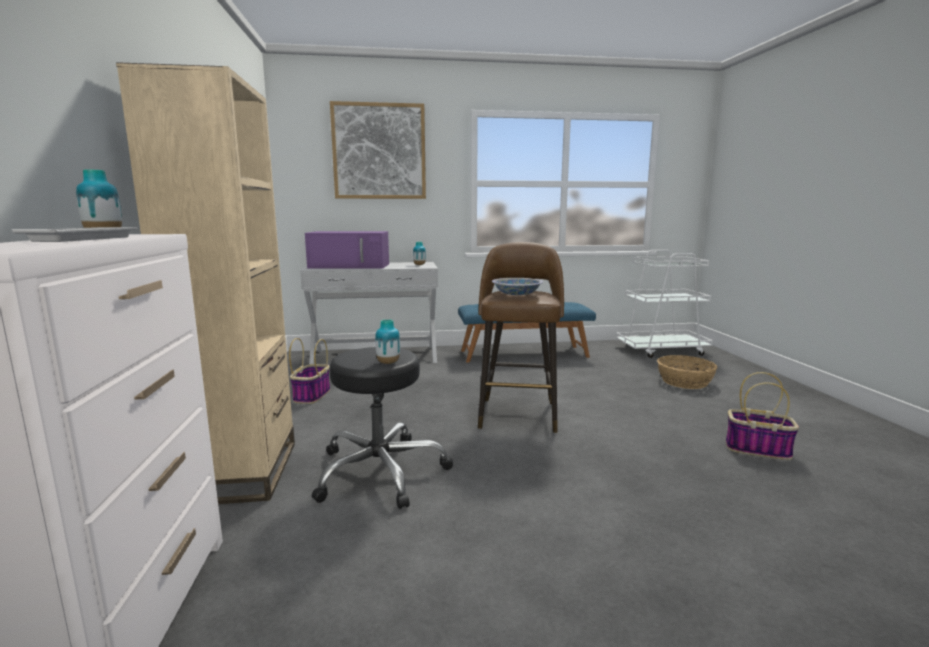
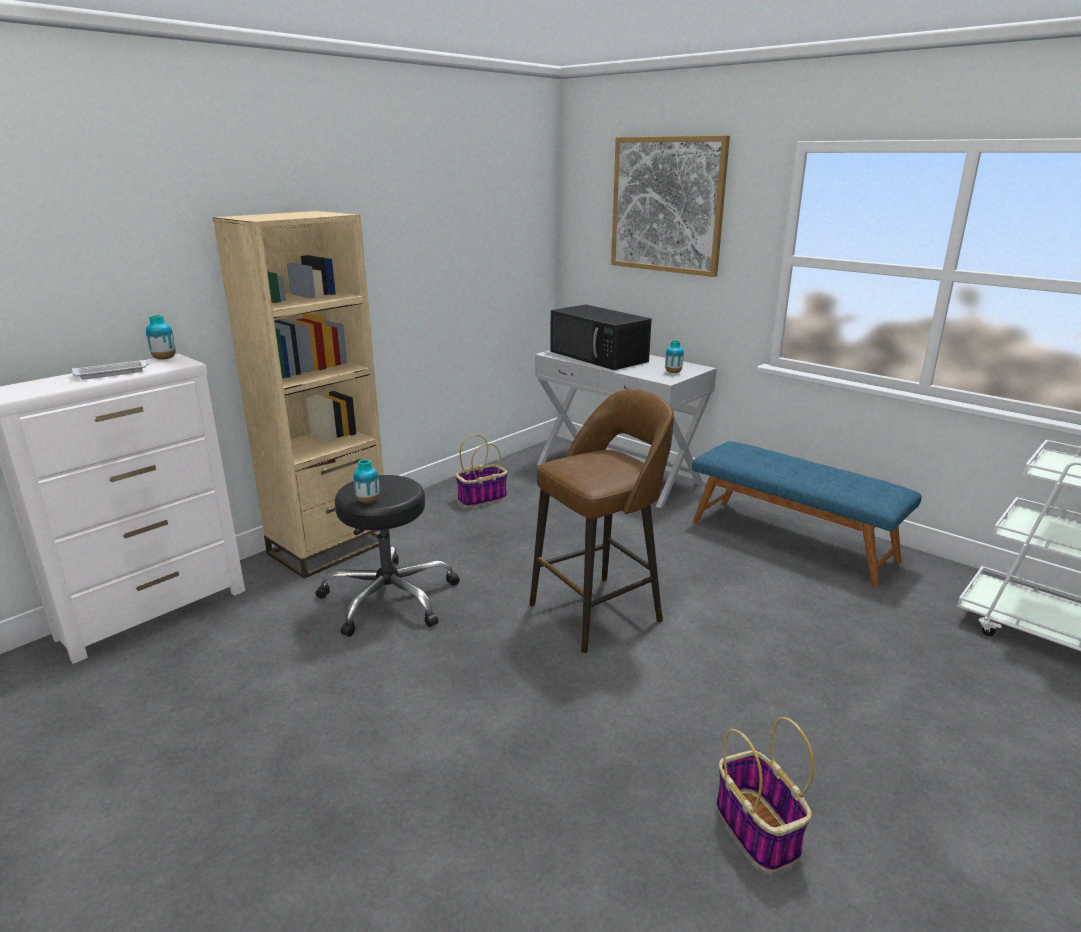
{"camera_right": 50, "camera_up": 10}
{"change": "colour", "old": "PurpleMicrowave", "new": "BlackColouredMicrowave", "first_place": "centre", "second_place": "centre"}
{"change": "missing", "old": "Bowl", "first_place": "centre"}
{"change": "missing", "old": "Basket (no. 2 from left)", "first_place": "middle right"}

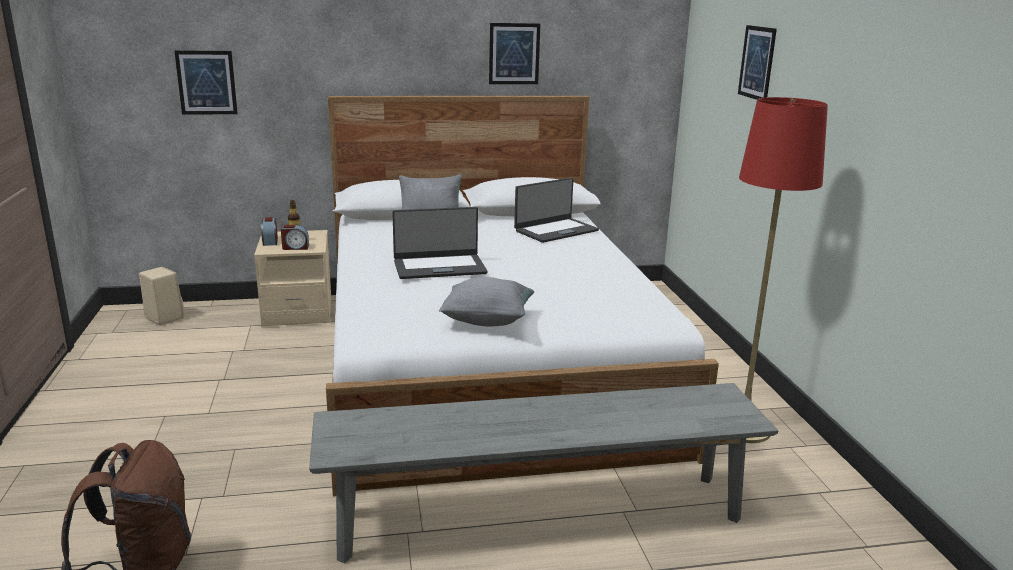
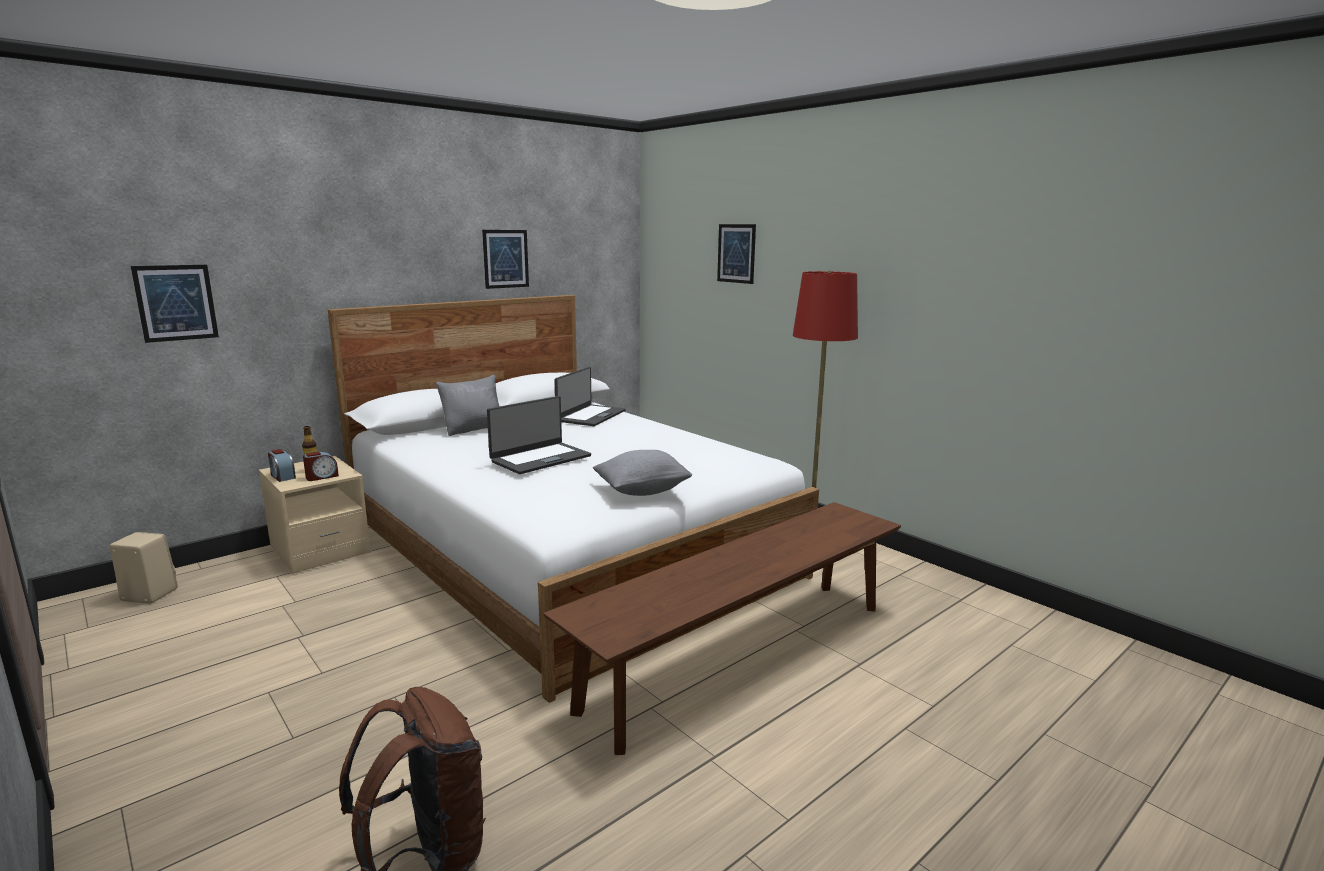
{"camera_right": -30, "camera_up": -5}
{"change": "colour", "old": "GrayBench", "new": "BrownBench", "first_place": "bottom centre", "second_place": "bottom centre"}

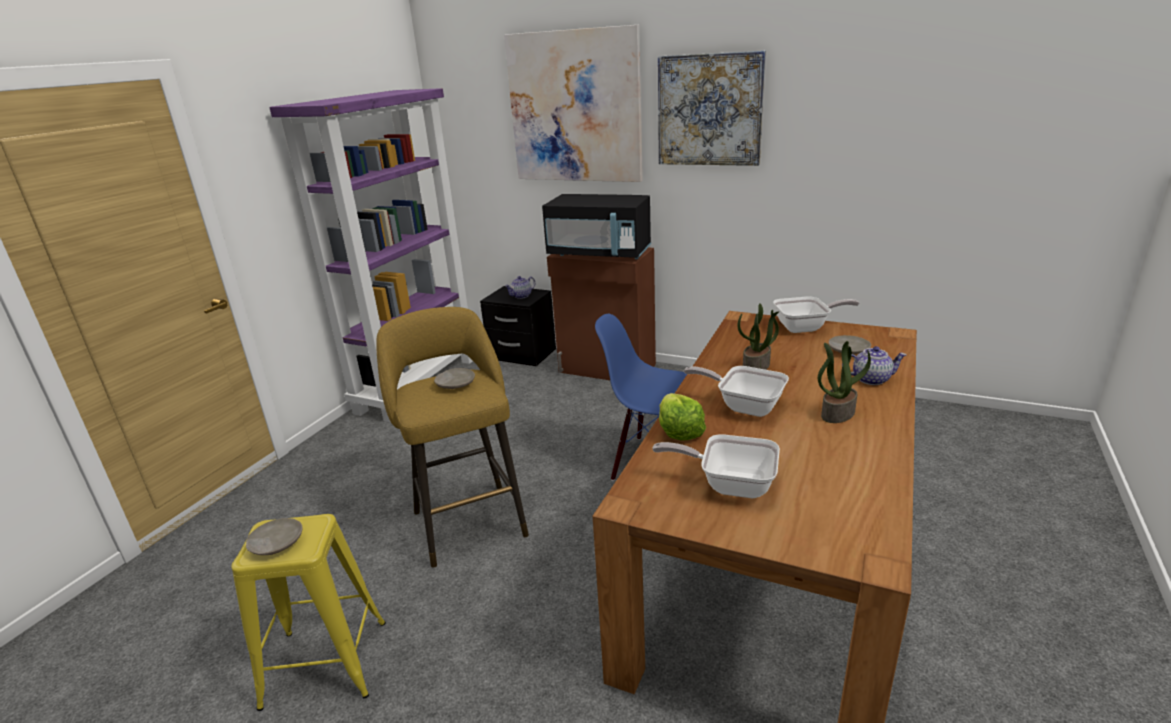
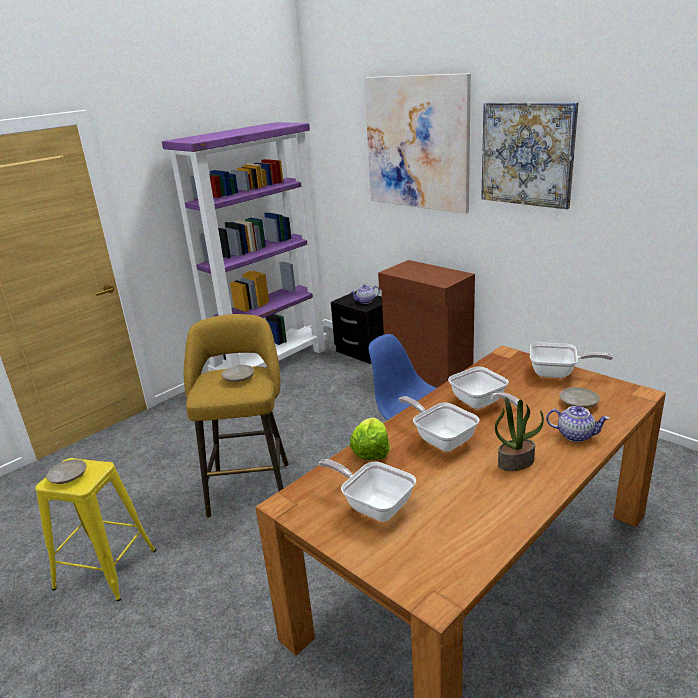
{"camera_right": 20, "camera_up": 0}
{"change": "missing", "old": "BlackColouredMicrowave", "first_place": "top centre"}
{"change": "exchanged", "old": "PottedPlant (no. 1 from left)", "new": "Skillet (no. 3 from left)", "first_place": "centre", "second_place": "middle right"}

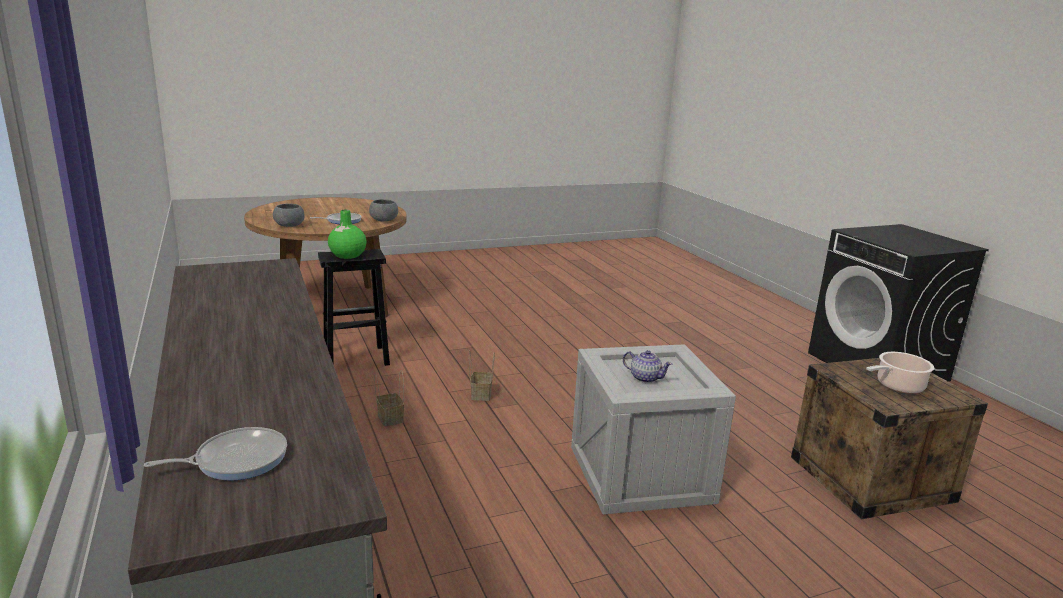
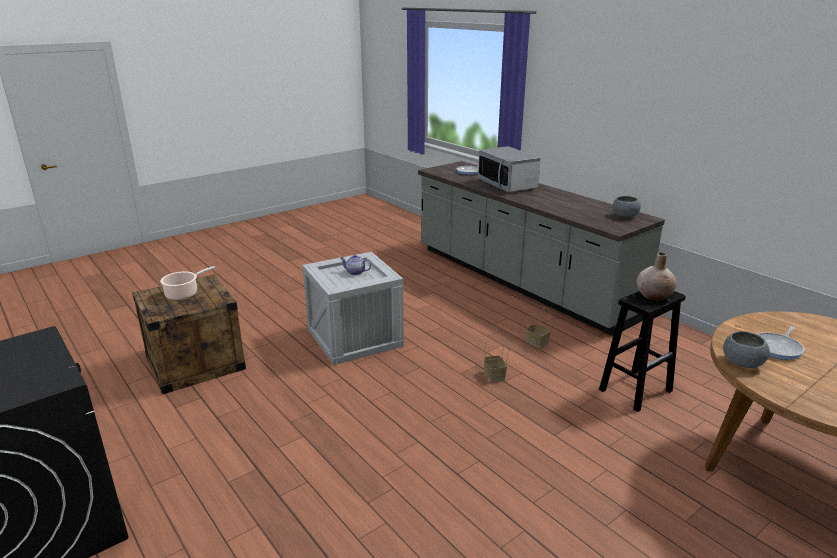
{"camera_right": 165, "camera_up": 5}
{"change": "relocated", "old": "GrayBowl (no. 1 from left)", "first_place": "middle left", "second_place": "middle right"}
{"change": "colour", "old": "GreenColouredVase", "new": "BeigeVase", "first_place": "middle left", "second_place": "middle right"}
{"change": "appeared", "new": "Microwave", "second_place": "top centre"}

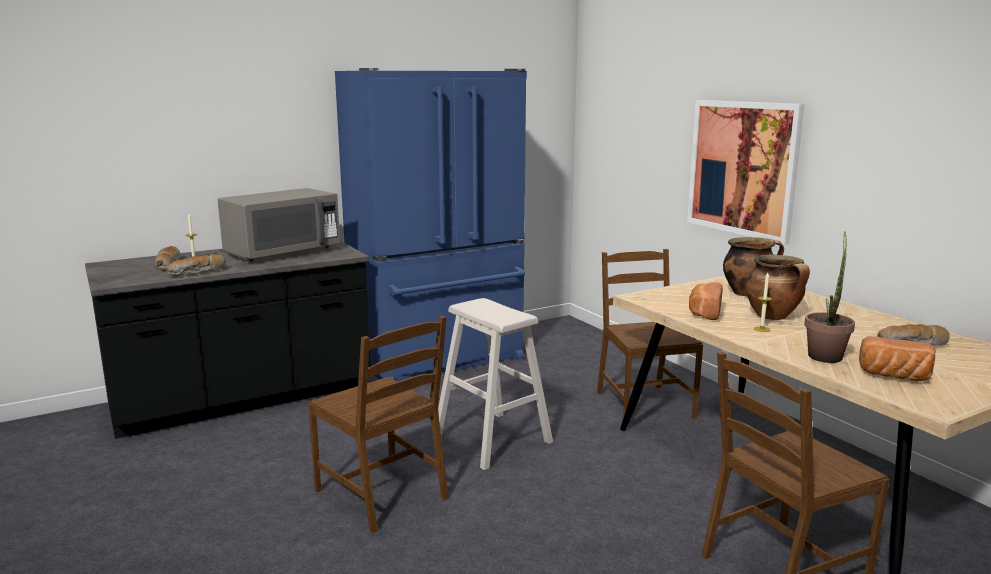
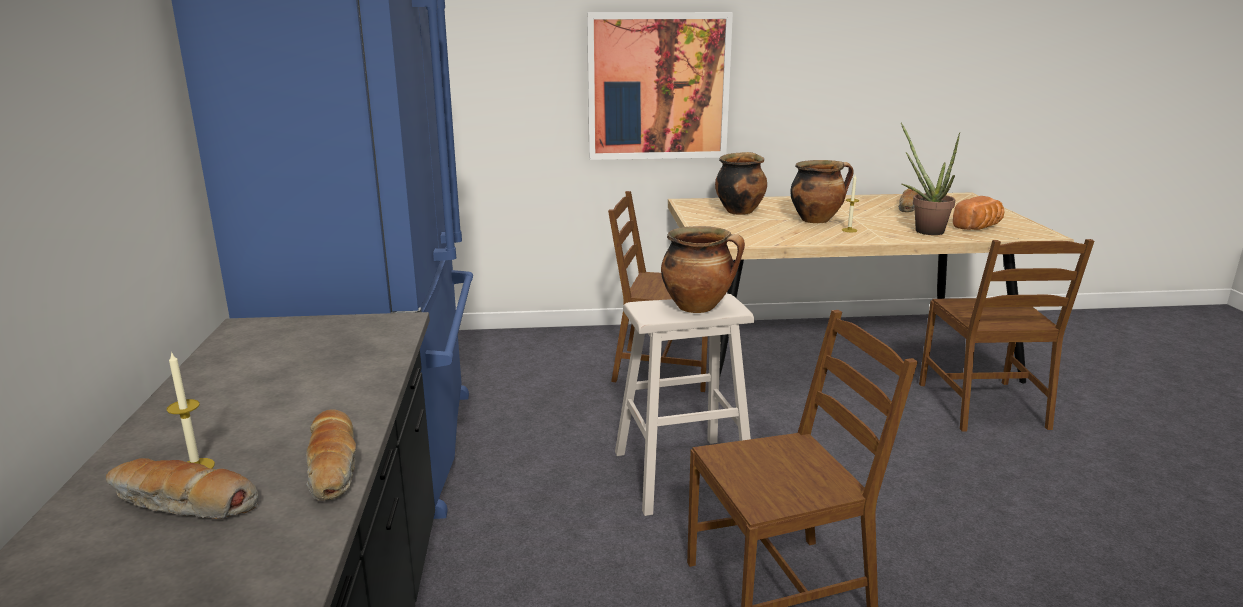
{"camera_right": -65, "camera_up": 5}
{"change": "missing", "old": "GrayMicrowave", "first_place": "middle left"}
{"change": "missing", "old": "BakeryBread (no. 3 from left)", "first_place": "middle right"}
{"change": "appeared", "new": "Saucepot (no. 1 from left)", "second_place": "centre"}

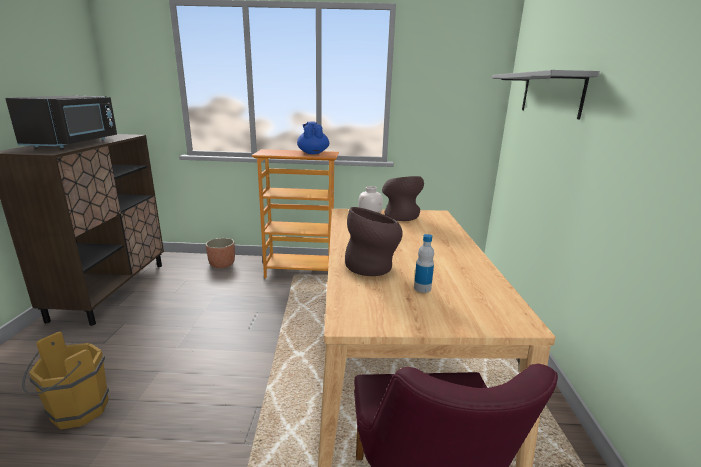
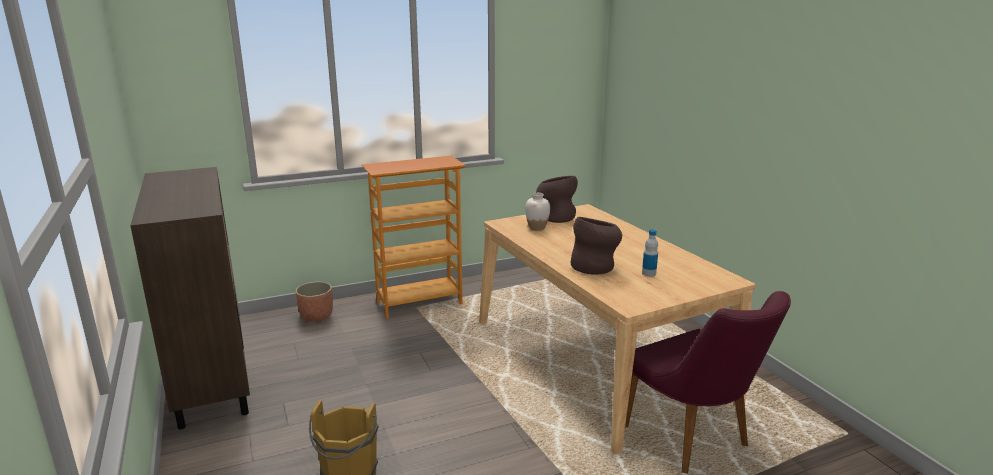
{"camera_right": -25, "camera_up": 0}
{"change": "missing", "old": "BlackColouredMicrowave", "first_place": "top left"}
{"change": "missing", "old": "BlueColouredTeaPot", "first_place": "top centre"}
{"change": "missing", "old": "GrayWallShelf", "first_place": "top right"}

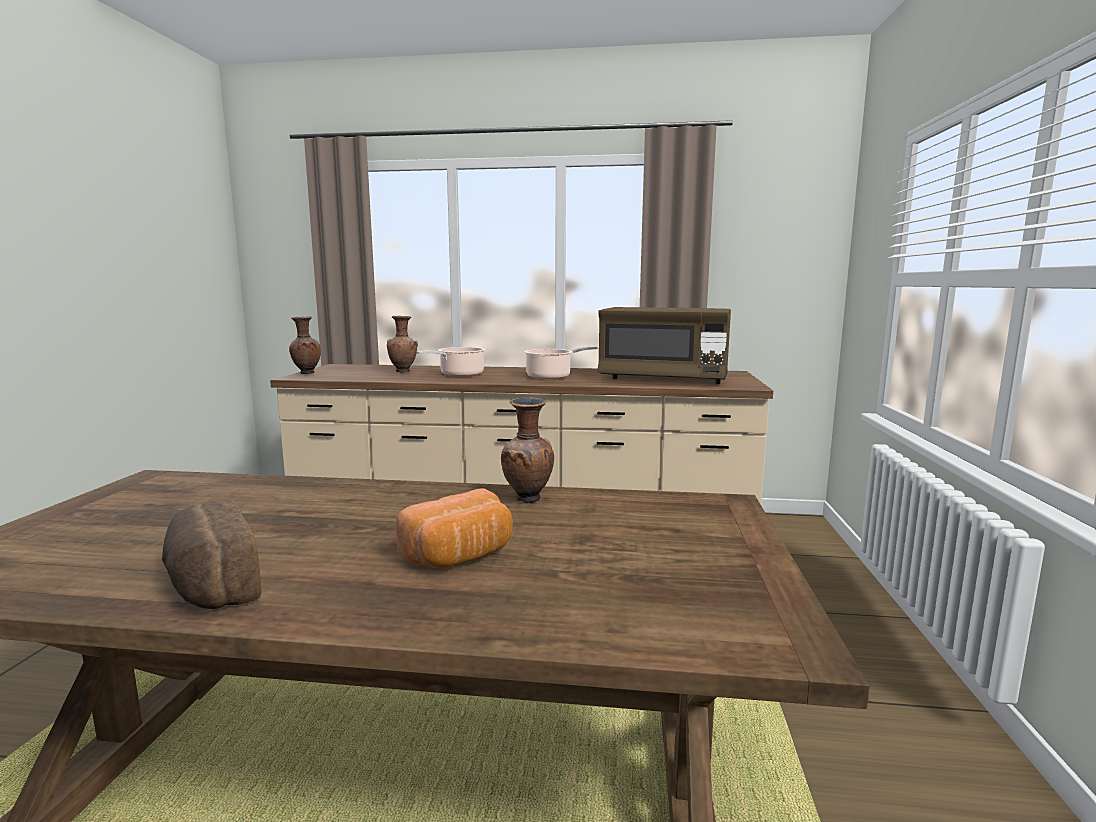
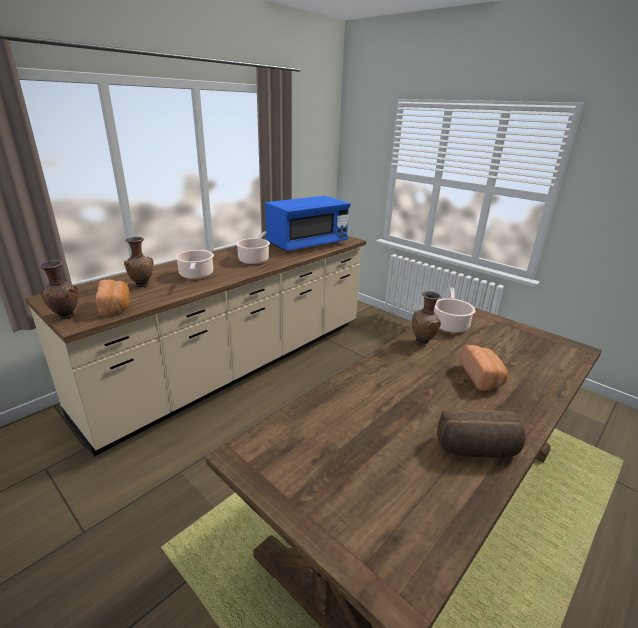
{"camera_right": -55, "camera_up": 15}
{"change": "colour", "old": "BrownMicrowave", "new": "BlueColouredMicrowave", "first_place": "centre", "second_place": "centre"}
{"change": "appeared", "new": "BakeryBread (no. 1 from left)", "second_place": "middle left"}
{"change": "appeared", "new": "Saucepot (no. 3 from left)", "second_place": "middle right"}

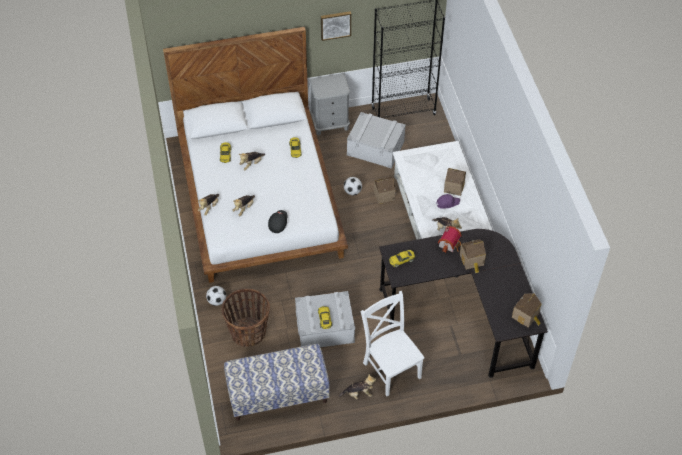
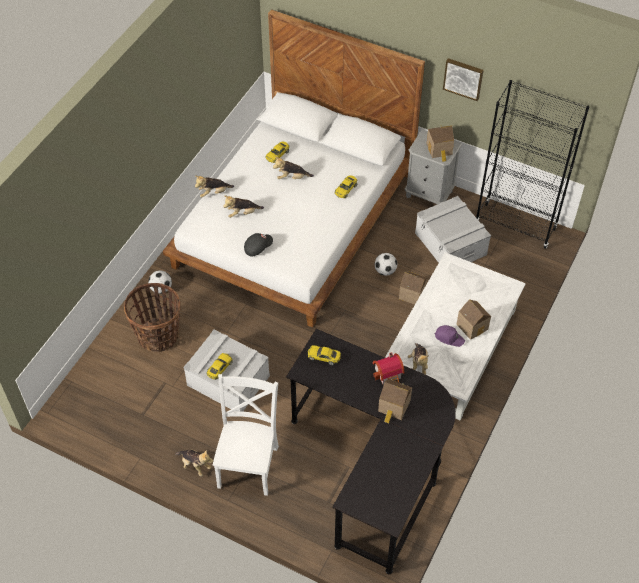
{"camera_right": 40, "camera_up": 0}
{"change": "missing", "old": "Bench", "first_place": "bottom centre"}
{"change": "relocated", "old": "ToyHouse (no. 5 from left in the first image)", "new": "ToyHouse (no. 4 from left)", "first_place": "bottom right", "second_place": "top right"}

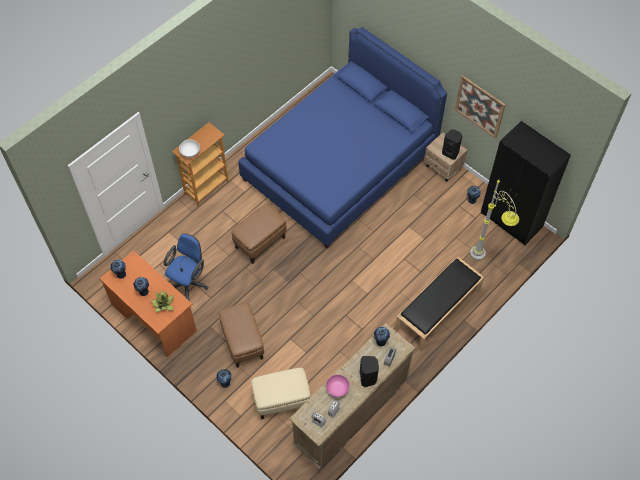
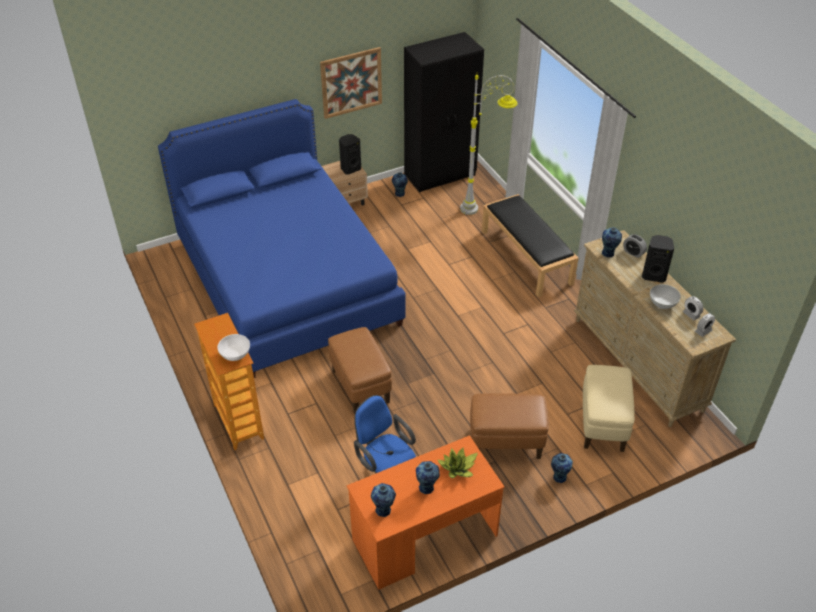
{"camera_right": -70, "camera_up": -15}
{"change": "colour", "old": "PinkishBowl", "new": "WhitishBowl (no. 2 from left)", "first_place": "bottom centre", "second_place": "middle right"}

